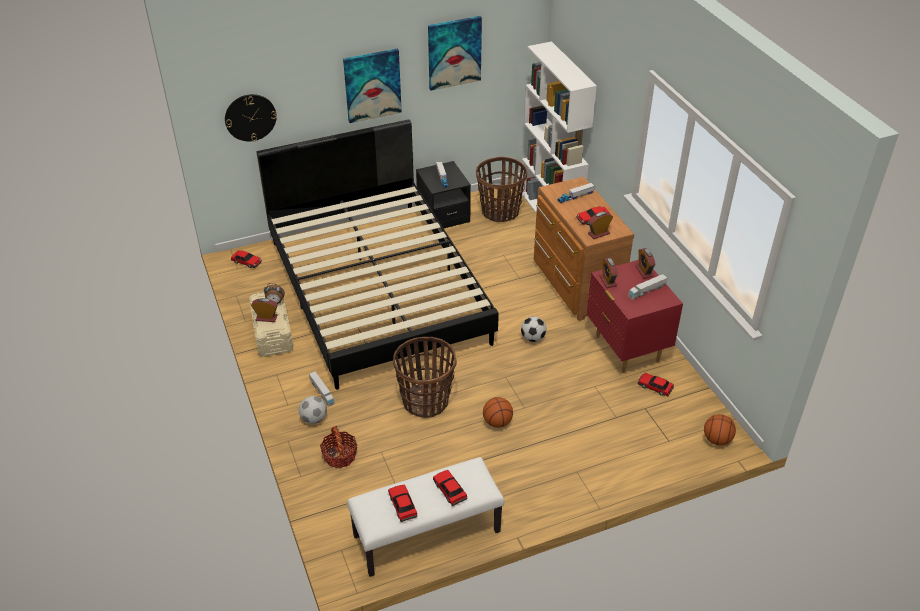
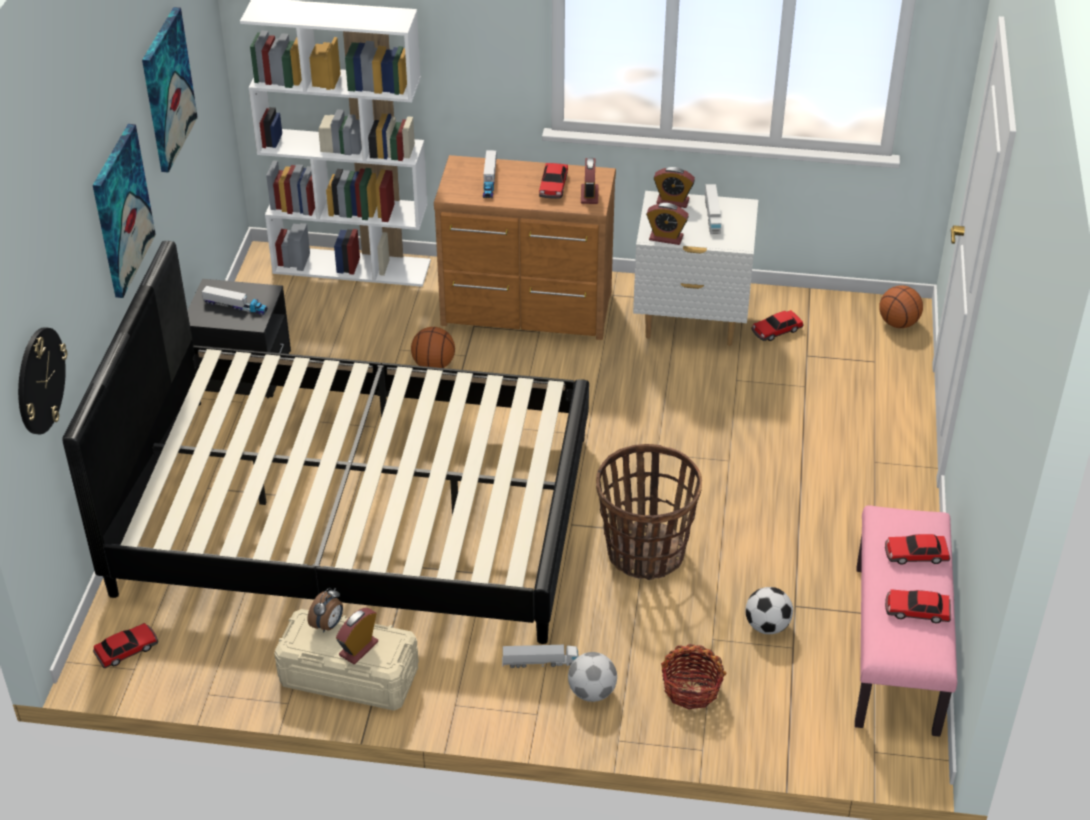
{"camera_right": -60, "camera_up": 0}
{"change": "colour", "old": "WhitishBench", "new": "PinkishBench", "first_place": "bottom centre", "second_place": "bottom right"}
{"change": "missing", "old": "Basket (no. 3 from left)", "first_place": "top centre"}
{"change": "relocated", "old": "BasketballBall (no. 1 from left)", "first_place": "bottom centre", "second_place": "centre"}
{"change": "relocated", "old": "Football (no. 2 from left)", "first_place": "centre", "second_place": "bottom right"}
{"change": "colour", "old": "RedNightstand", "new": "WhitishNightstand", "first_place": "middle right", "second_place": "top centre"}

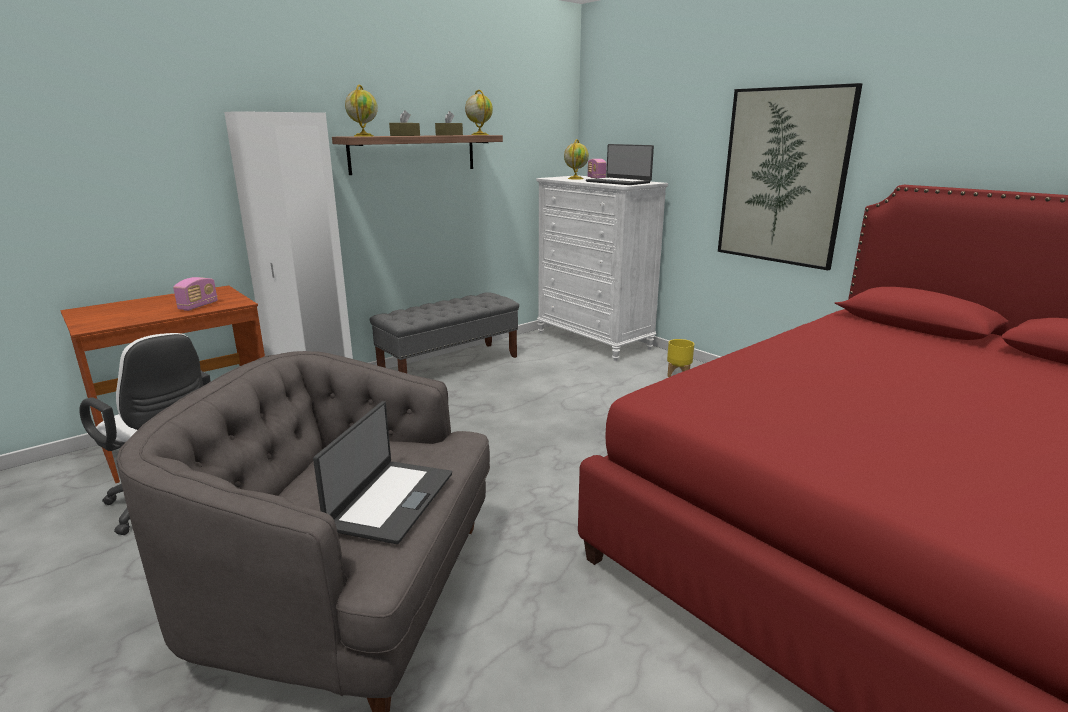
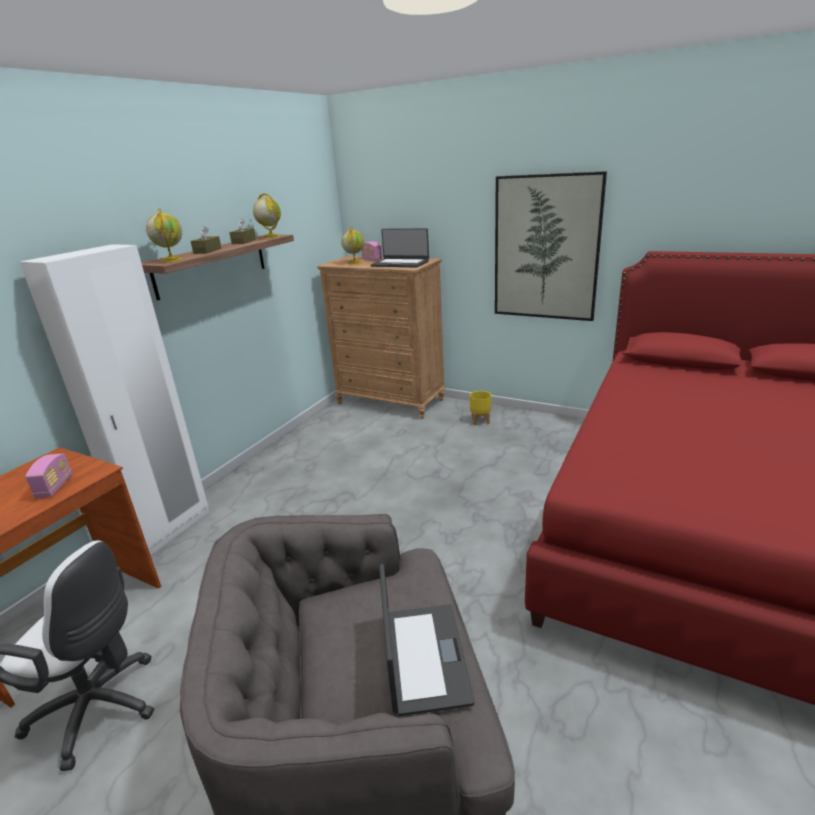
{"camera_right": -20, "camera_up": 5}
{"change": "missing", "old": "GrayBench", "first_place": "centre"}
{"change": "colour", "old": "WhitishDresser", "new": "BrownDresser", "first_place": "centre", "second_place": "centre"}

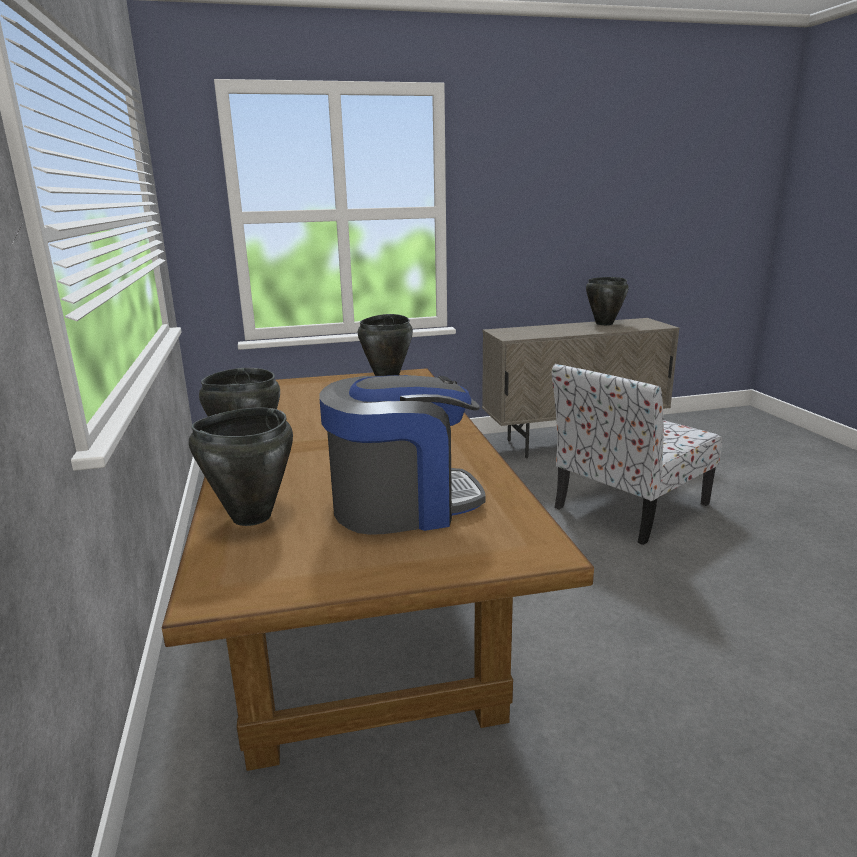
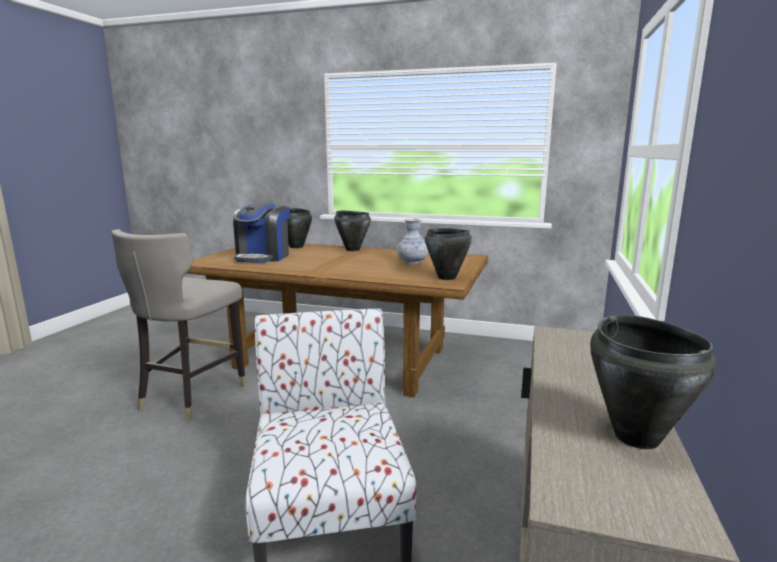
{"camera_right": 120, "camera_up": -5}
{"change": "appeared", "new": "GraySittingStool", "second_place": "middle left"}
{"change": "appeared", "new": "Vase", "second_place": "centre"}

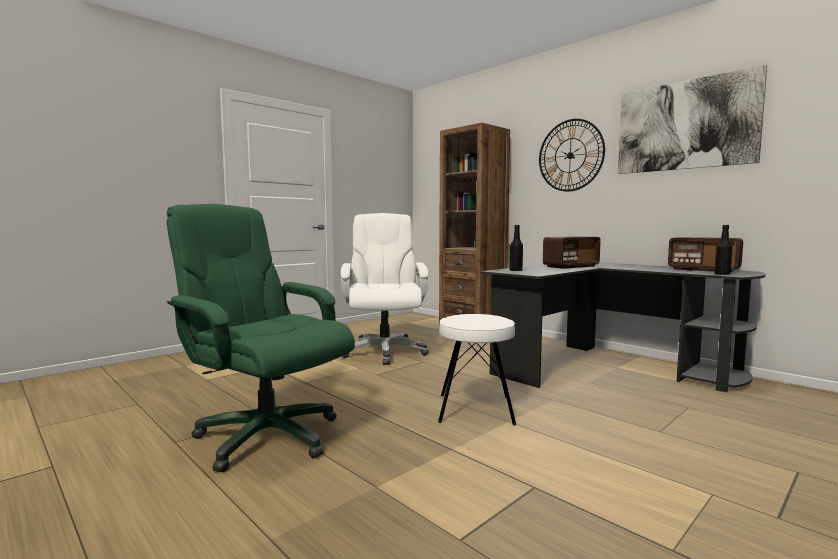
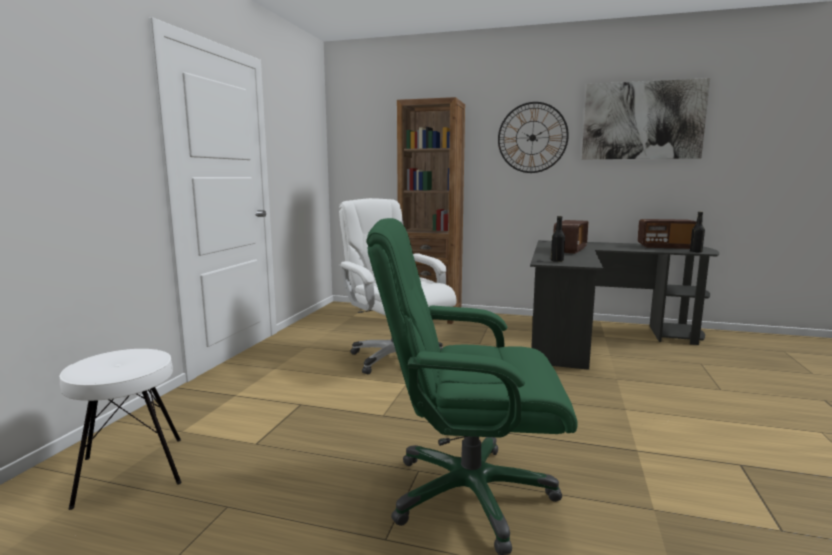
{"camera_right": -30, "camera_up": 5}
{"change": "relocated", "old": "WhitishSittingStool", "first_place": "centre", "second_place": "bottom left"}

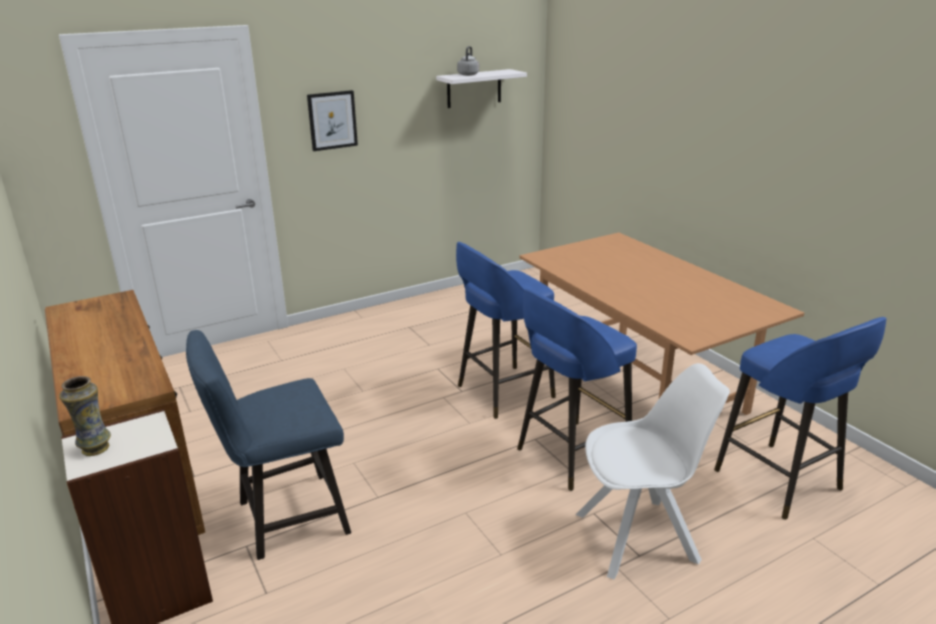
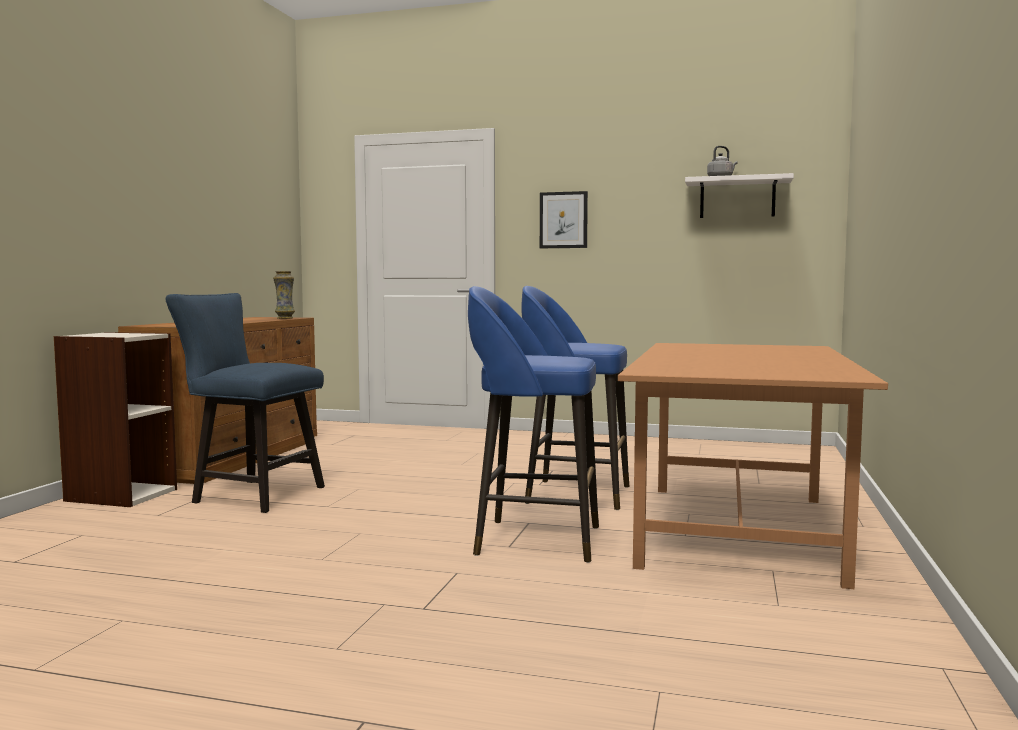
{"camera_right": 45, "camera_up": -20}
{"change": "relocated", "old": "Vase", "first_place": "bottom left", "second_place": "middle left"}
{"change": "missing", "old": "WhitishUprightChair", "first_place": "bottom right"}
{"change": "missing", "old": "BlueColouredSittingStool (no. 3 from left)", "first_place": "bottom right"}

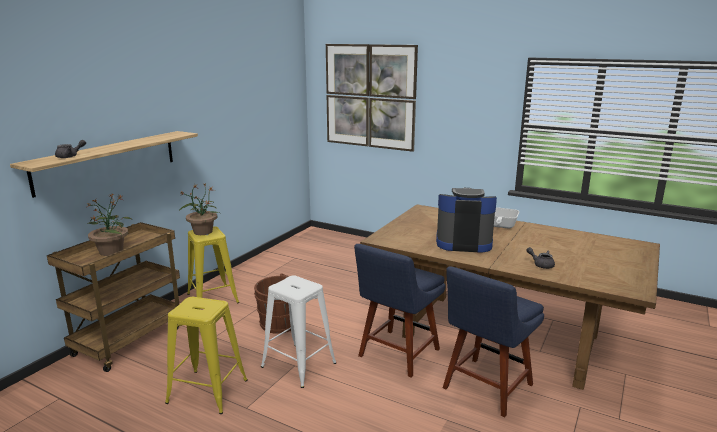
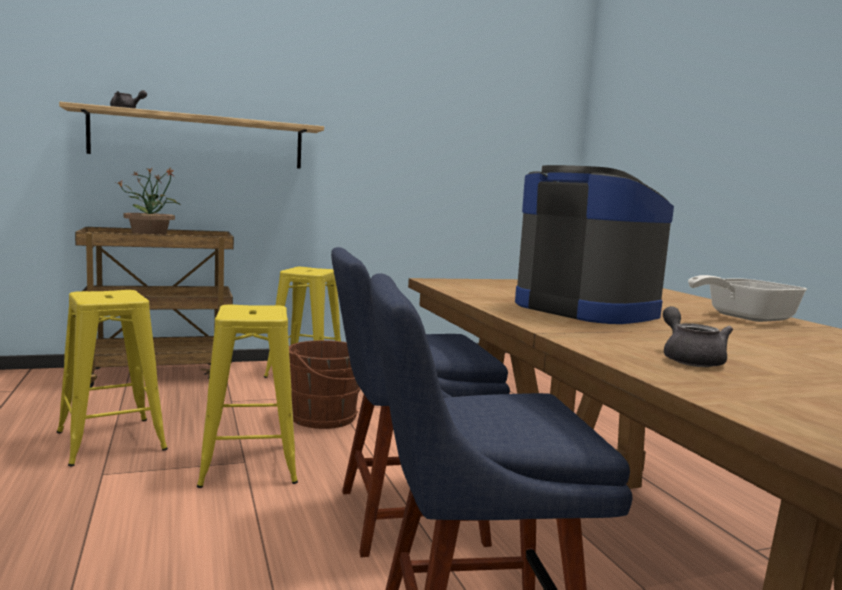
{"camera_right": 40, "camera_up": -10}
{"change": "missing", "old": "PottedPlant (no. 2 from left)", "first_place": "middle left"}
{"change": "colour", "old": "WhitishSittingStool", "new": "YellowishSittingStool (no. 2 from left)", "first_place": "bottom centre", "second_place": "bottom left"}
{"change": "missing", "old": "Picture", "first_place": "top centre"}

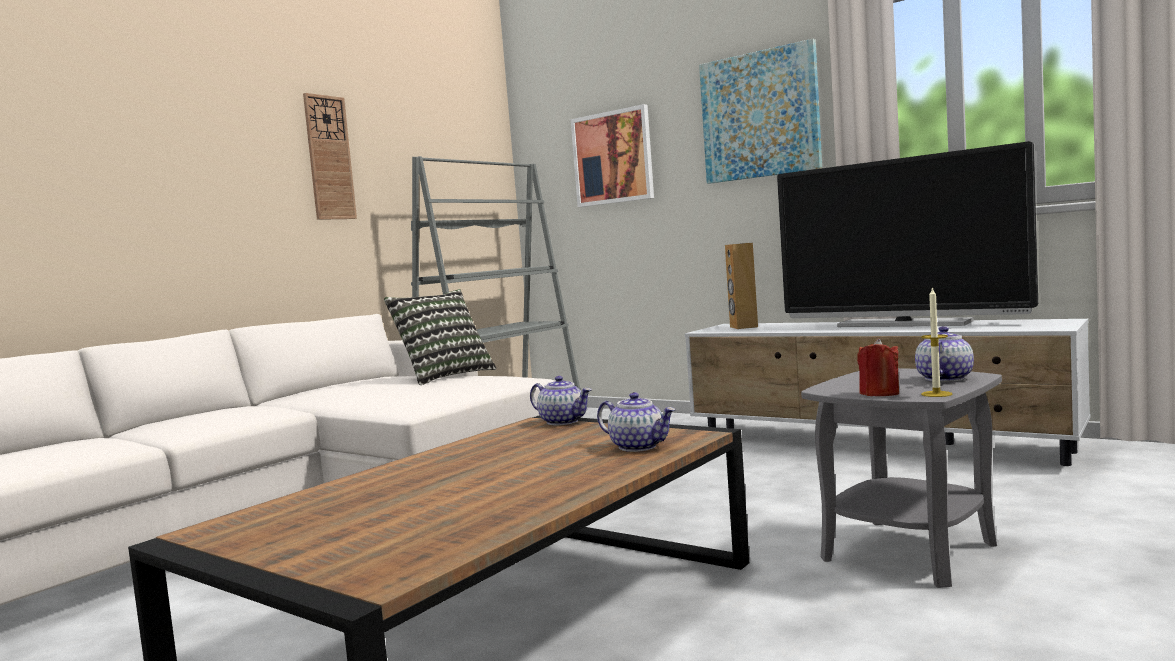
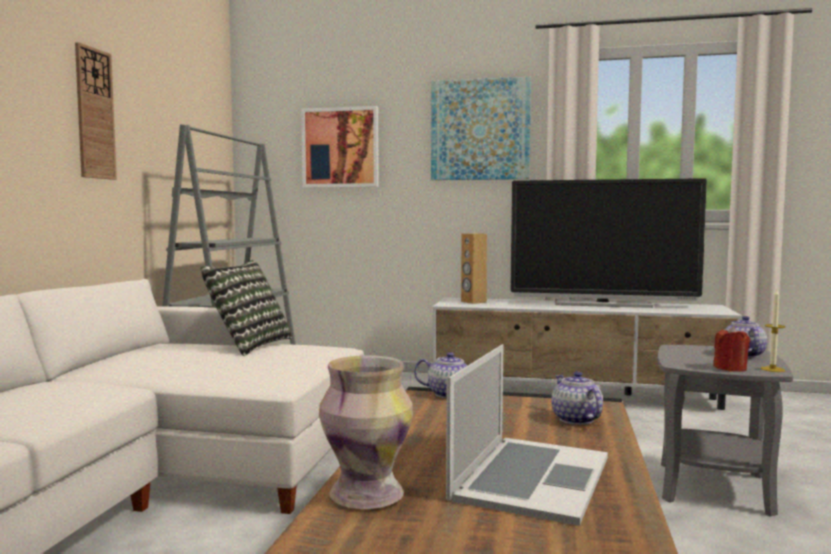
{"camera_right": -25, "camera_up": 0}
{"change": "spun", "old": "TeaPot (no. 2 from left)", "first_place": "centre", "second_place": "bottom right", "degrees": -120}
{"change": "appeared", "new": "Vase", "second_place": "bottom centre"}
{"change": "appeared", "new": "PortableComputer", "second_place": "bottom centre"}

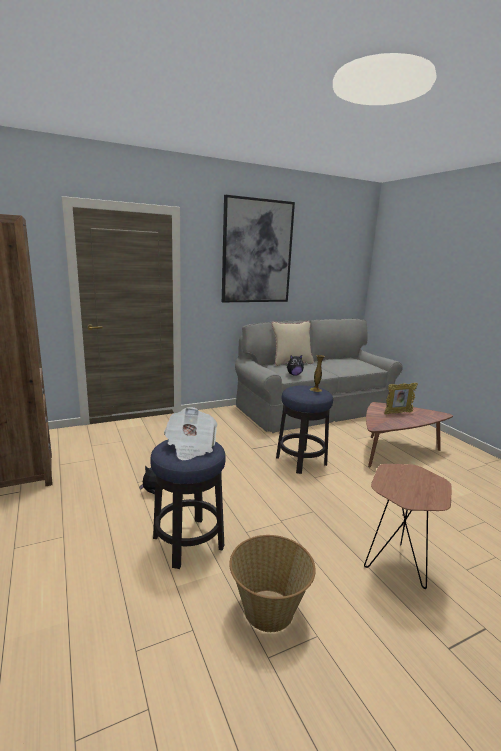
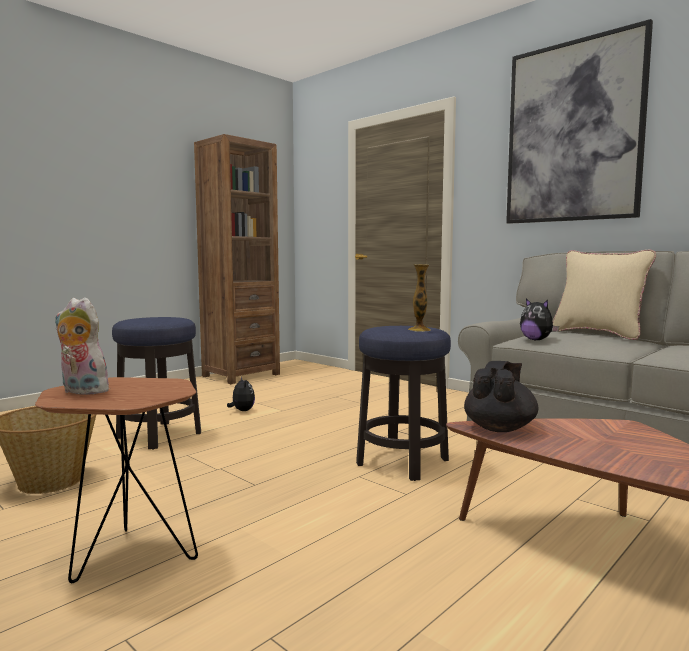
{"camera_right": 70, "camera_up": -10}
{"change": "missing", "old": "PrintedPaper", "first_place": "centre"}
{"change": "missing", "old": "PhotoFrame", "first_place": "middle right"}
{"change": "appeared", "new": "SoftToy (no. 1 from left)", "second_place": "middle left"}
{"change": "appeared", "new": "BlackColouredTeaPot", "second_place": "middle right"}

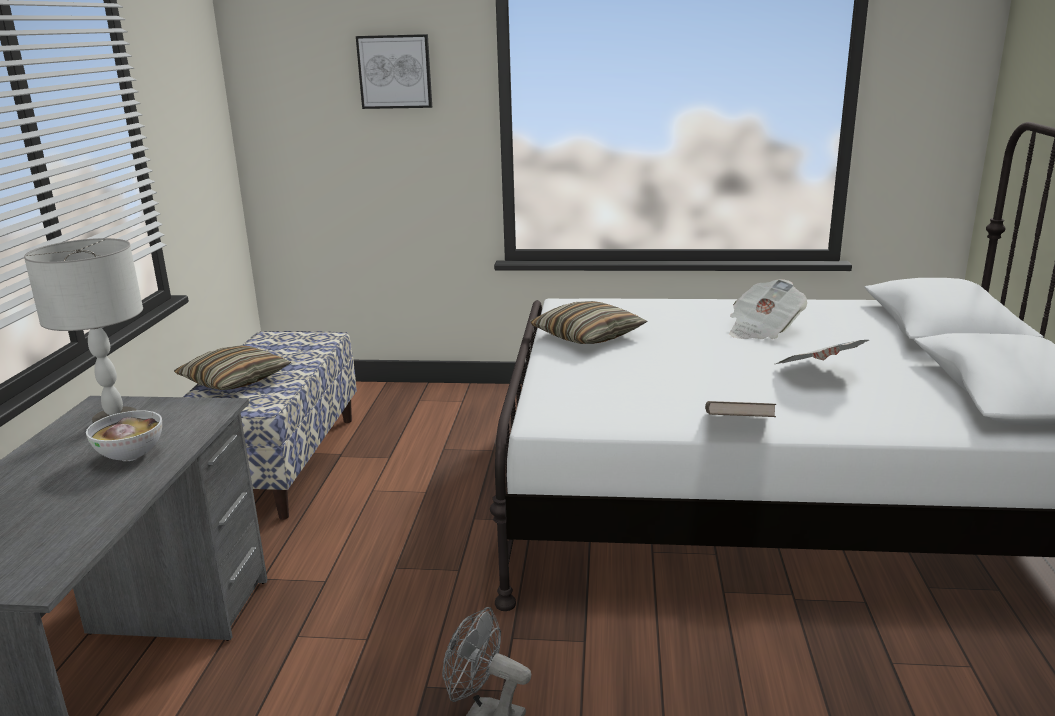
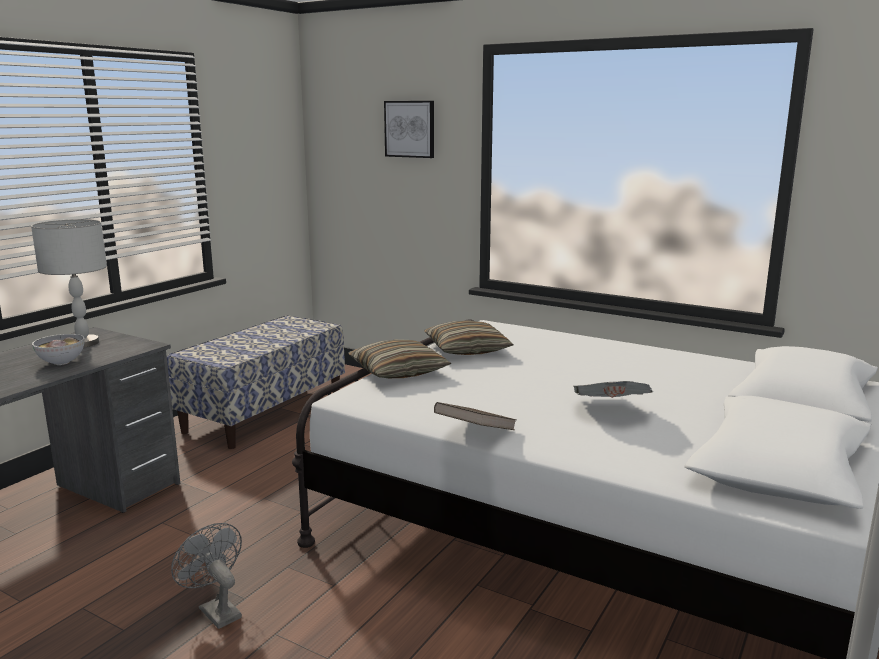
{"camera_right": 25, "camera_up": -5}
{"change": "relocated", "old": "Cushion (no. 1 from left)", "first_place": "middle left", "second_place": "centre"}
{"change": "missing", "old": "PrintedPaper (no. 1 from left)", "first_place": "middle right"}

